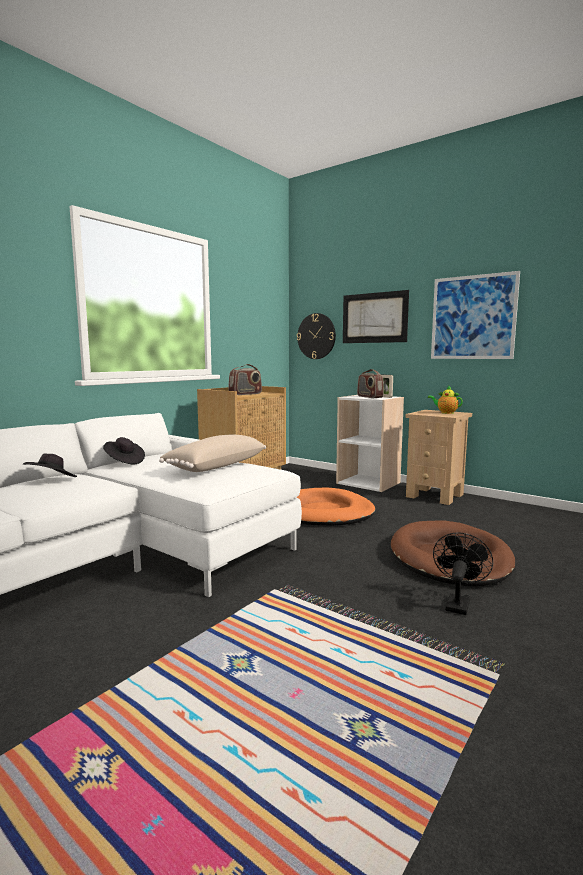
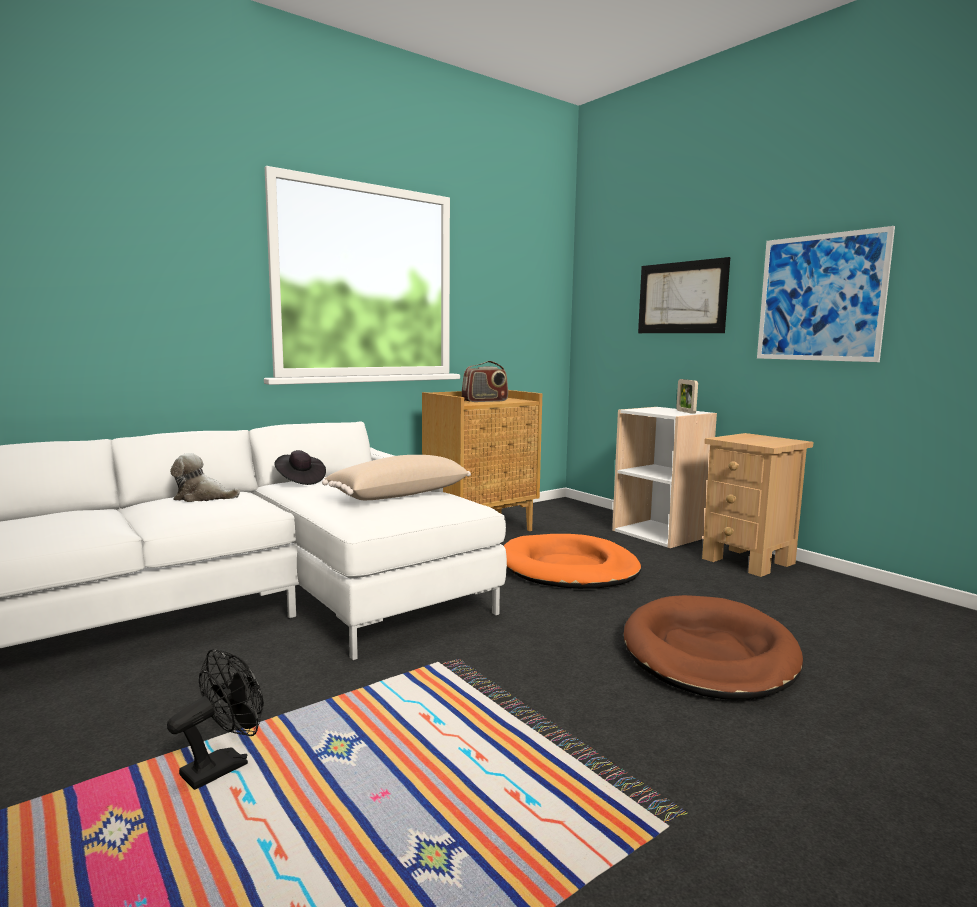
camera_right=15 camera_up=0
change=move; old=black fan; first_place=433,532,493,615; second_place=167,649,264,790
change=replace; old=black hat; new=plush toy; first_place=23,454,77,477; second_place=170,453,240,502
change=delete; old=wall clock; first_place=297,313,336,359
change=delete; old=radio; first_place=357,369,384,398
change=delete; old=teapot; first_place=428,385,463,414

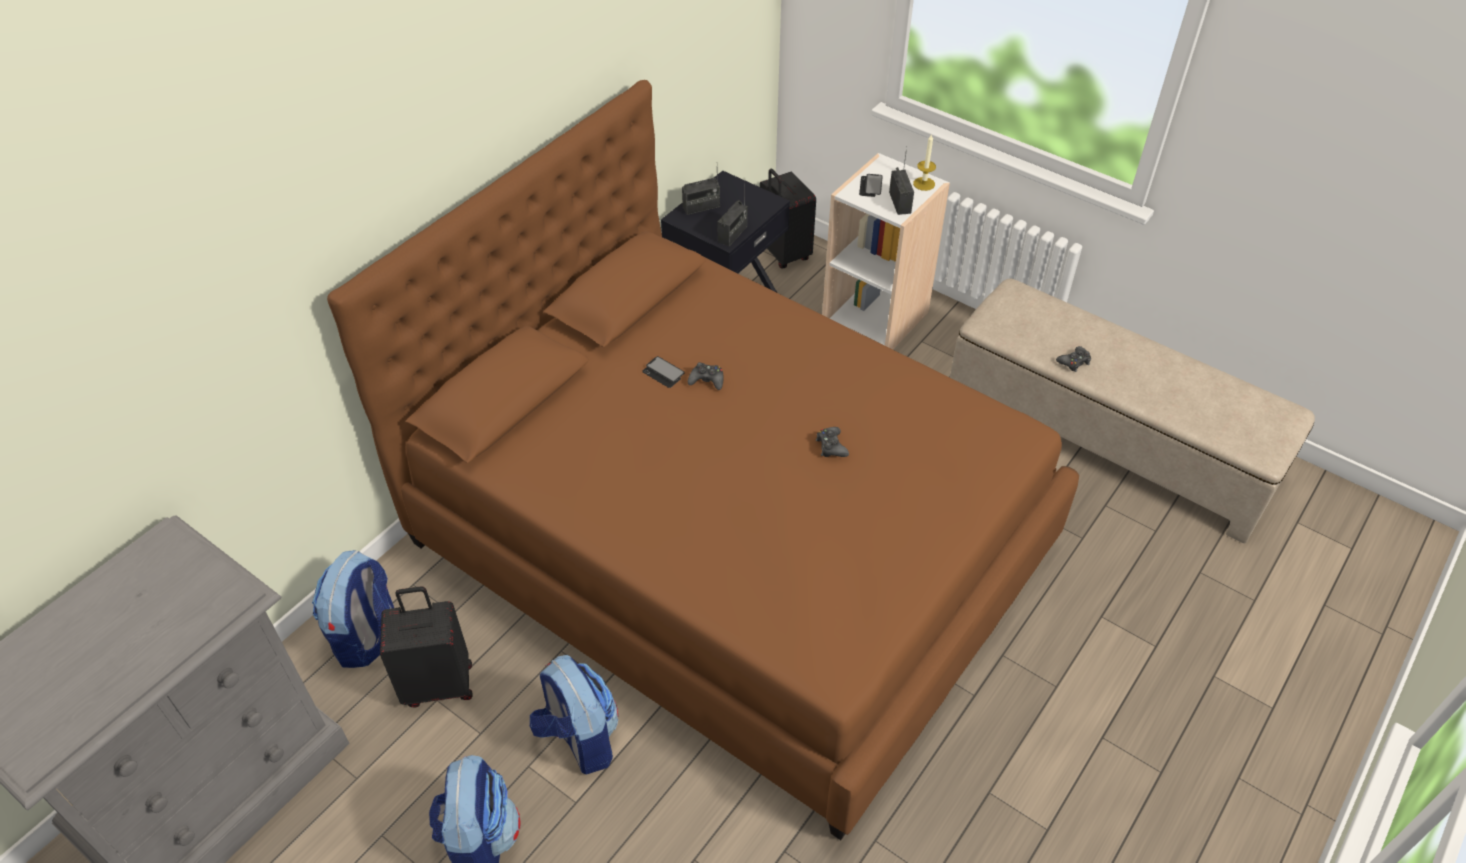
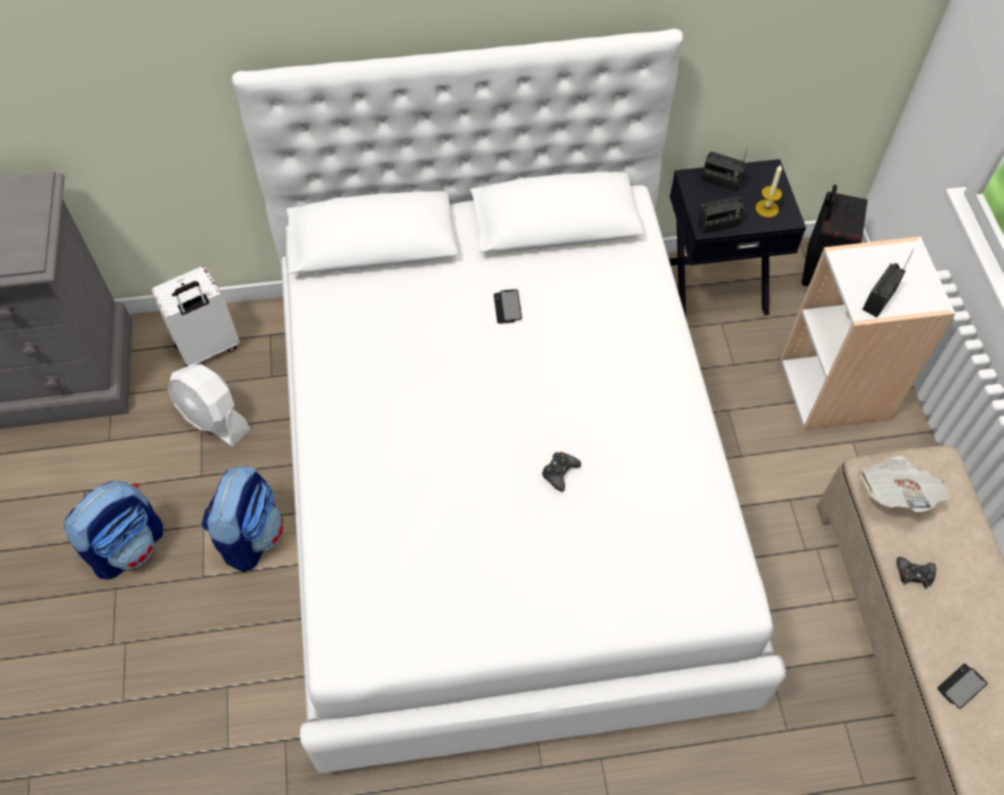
camera_right=45 camera_up=10
change=replace; old=backpack; new=white suitcase; first_place=312,550,394,668; second_place=151,266,240,367
change=replace; old=black suitcase; new=white fan; first_place=380,587,473,708; second_place=167,364,251,447
change=recolor; old=brown bed; new=white bed; first_place=327,80,1079,840; second_place=232,29,786,773
change=move; old=candle; first_place=913,134,936,191; second_place=756,165,782,218
change=insert; new=newspaper; second_place=860,456,949,512
change=move; old=phone; first_place=859,174,883,197; second_place=937,664,988,709
change=delete; old=black game controller; first_place=688,362,723,390

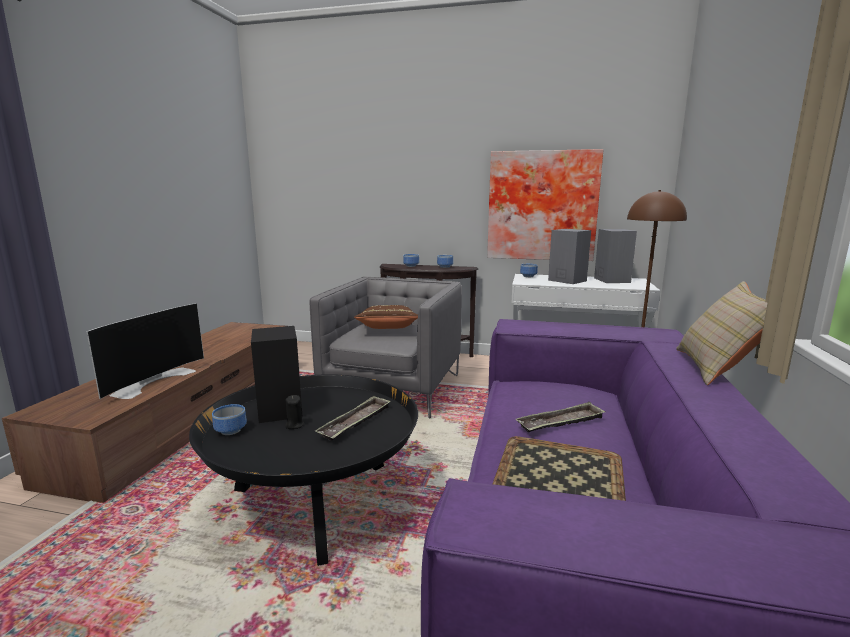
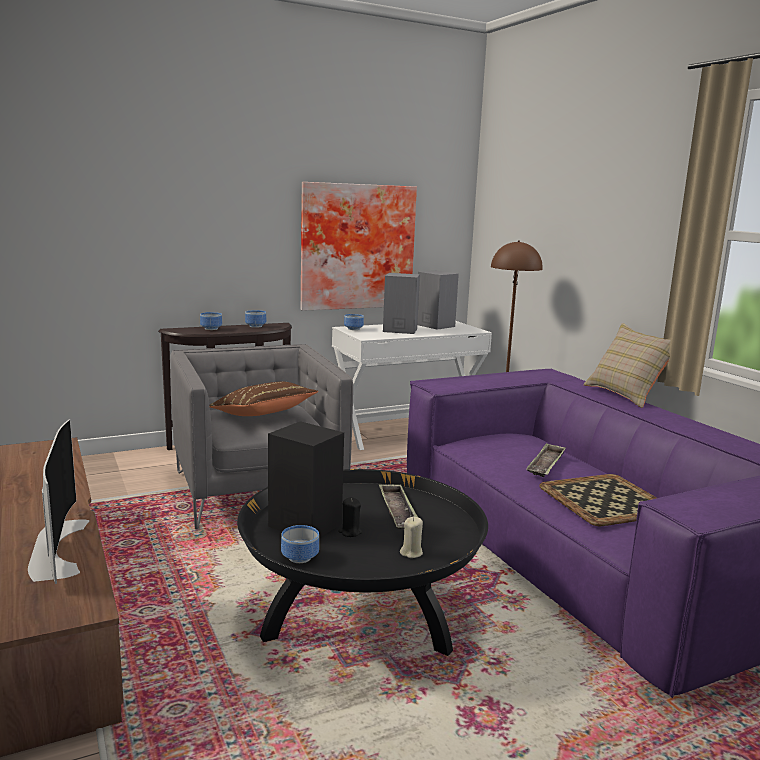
camera_right=-40 camera_up=0
change=insert; new=beige candle; second_place=400,517,423,558

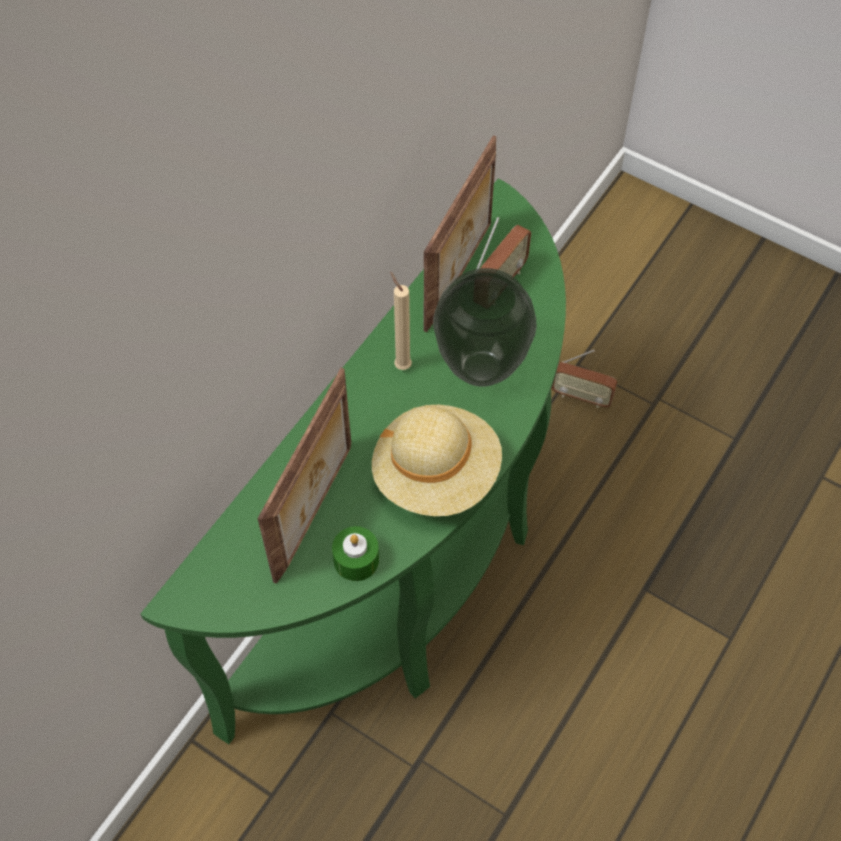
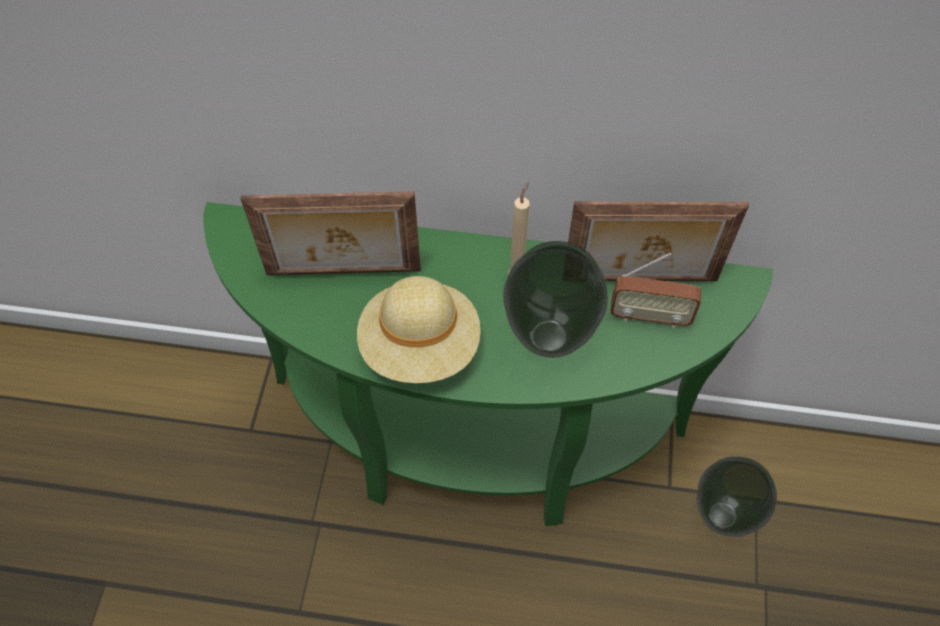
camera_right=65 camera_up=0
change=replace; old=radio; new=vase; first_place=552,350,617,408; second_place=696,456,777,537
change=delete; old=green candle; first_place=332,526,379,581

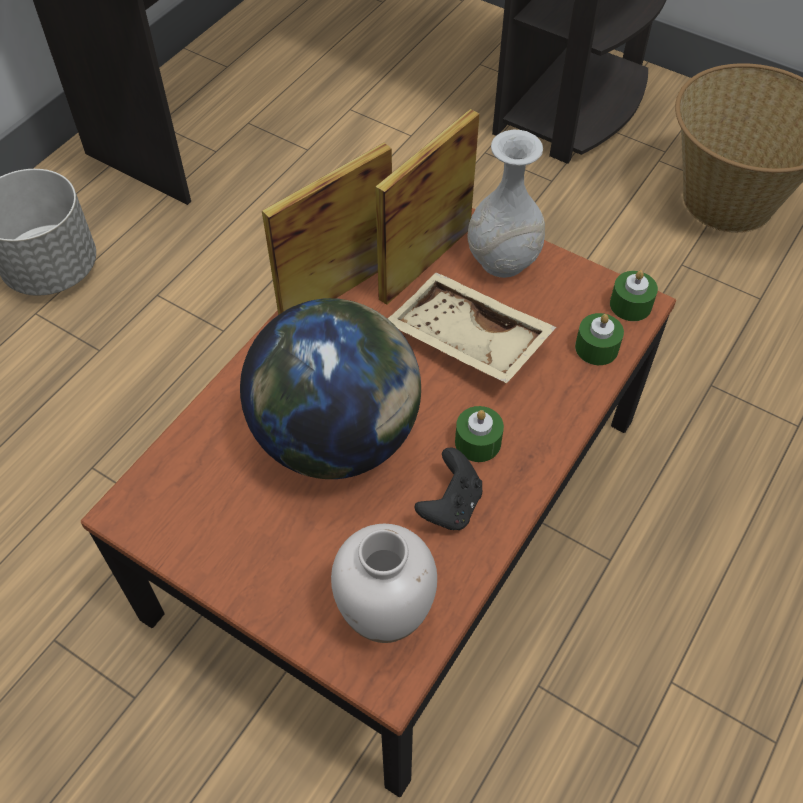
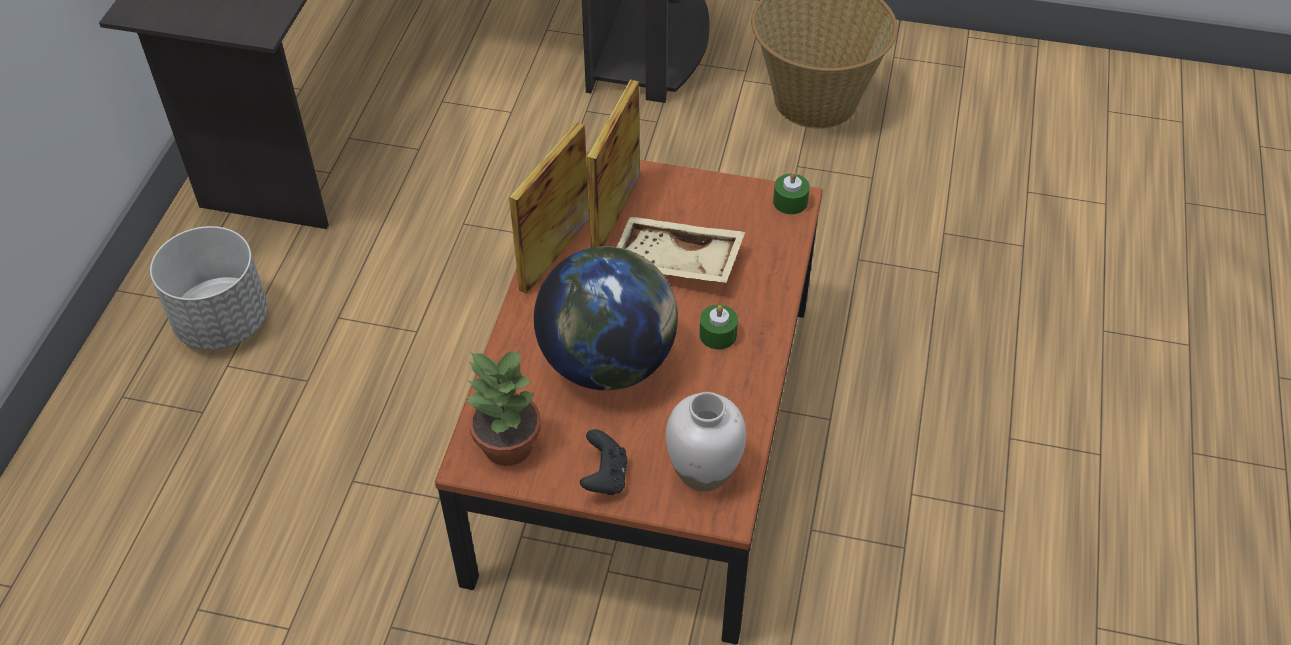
camera_right=-20 camera_up=-5
change=insert; new=potted plant; second_place=464,351,541,466
change=move; old=black game controller; first_place=415,448,482,530; second_place=580,429,628,495
change=delete; old=white vase; first_place=467,130,545,278
change=delete; old=green candle; first_place=575,313,624,365

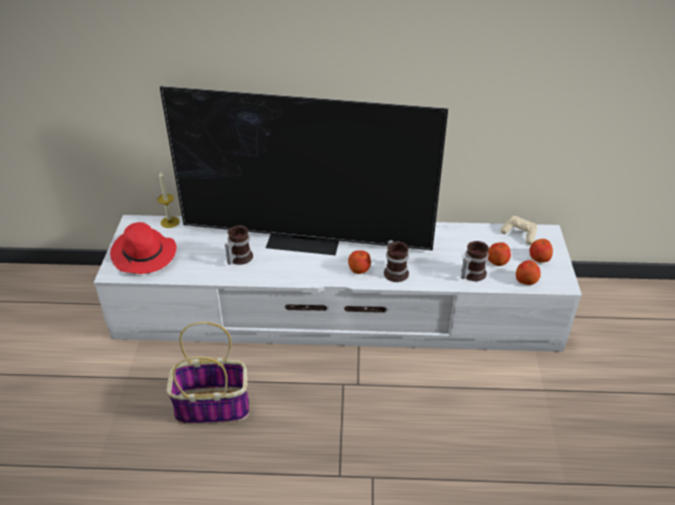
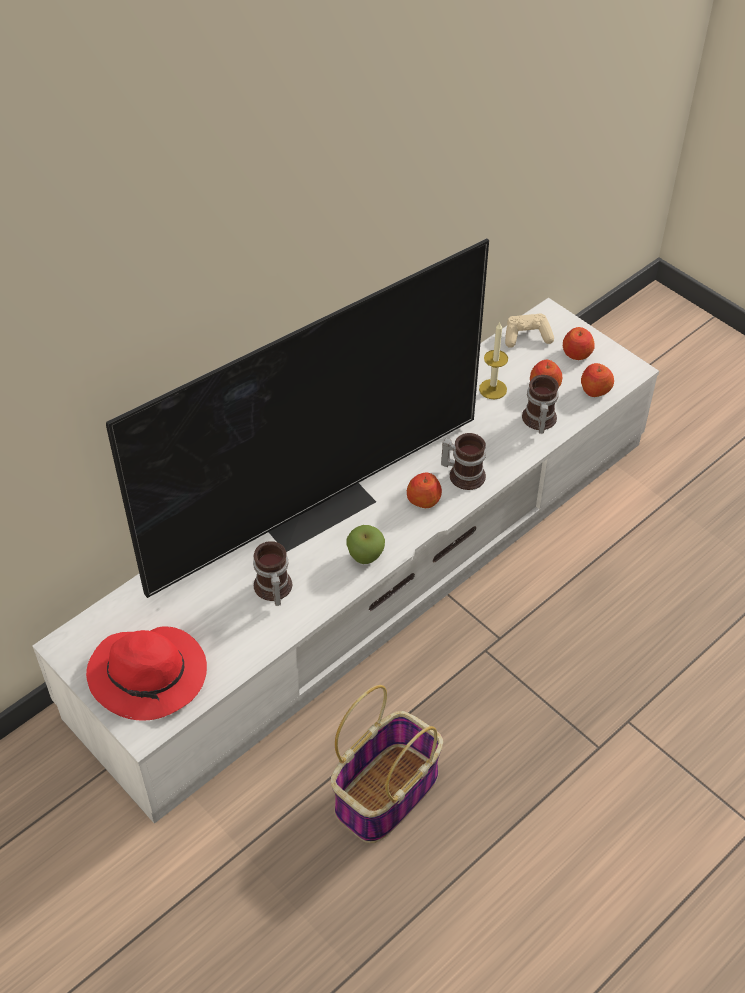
camera_right=-45 camera_up=10
change=insert; new=apple; second_place=346,525,385,564
change=move; old=candle; first_place=157,171,180,228; second_place=479,322,508,399

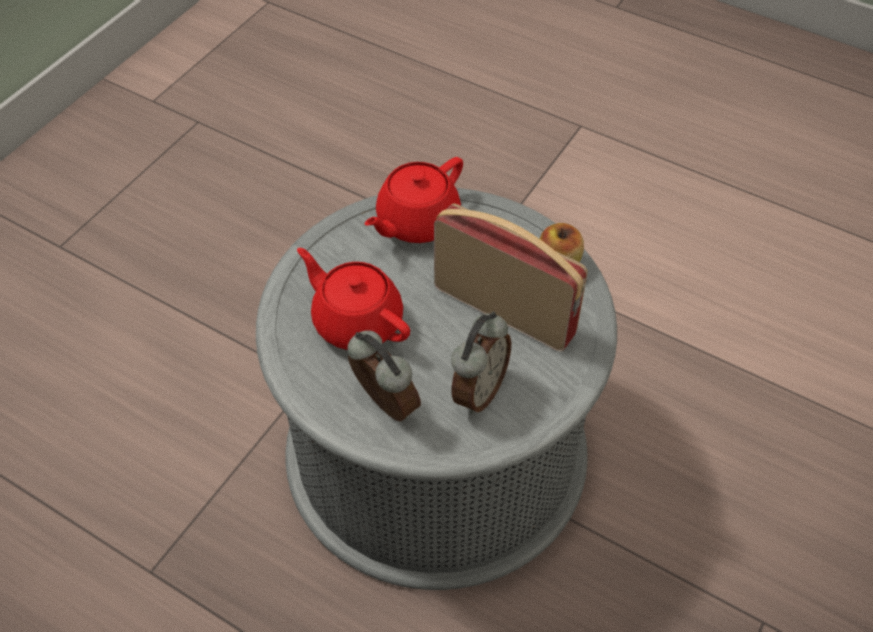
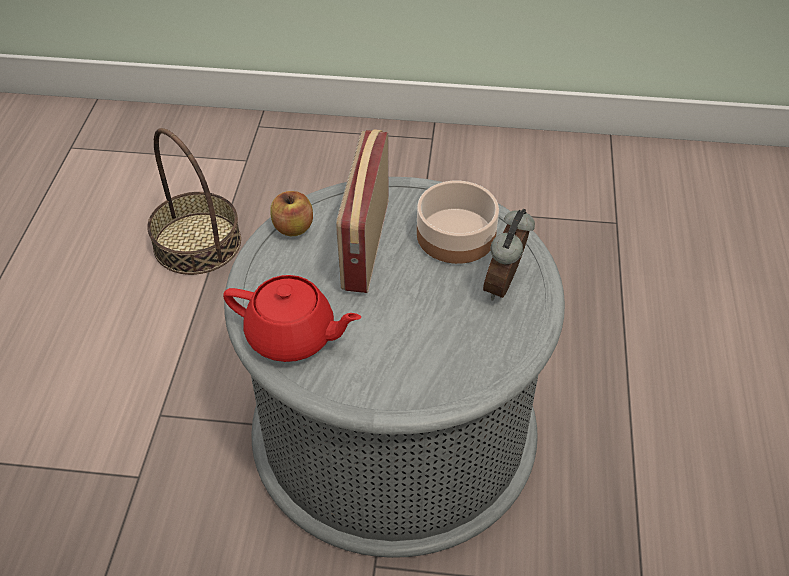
camera_right=-115 camera_up=-5
change=insert; new=basket; second_place=147,128,241,275
change=replace; old=alarm clock; new=bowl; first_place=451,312,511,414; second_place=417,181,499,264
change=delete; old=red teapot; first_place=297,248,410,350

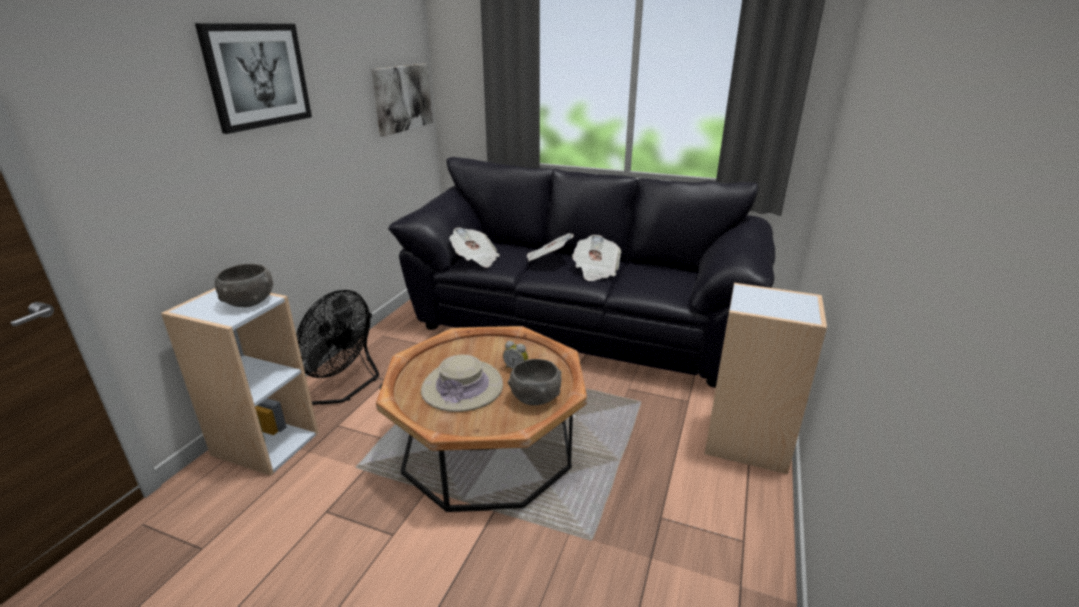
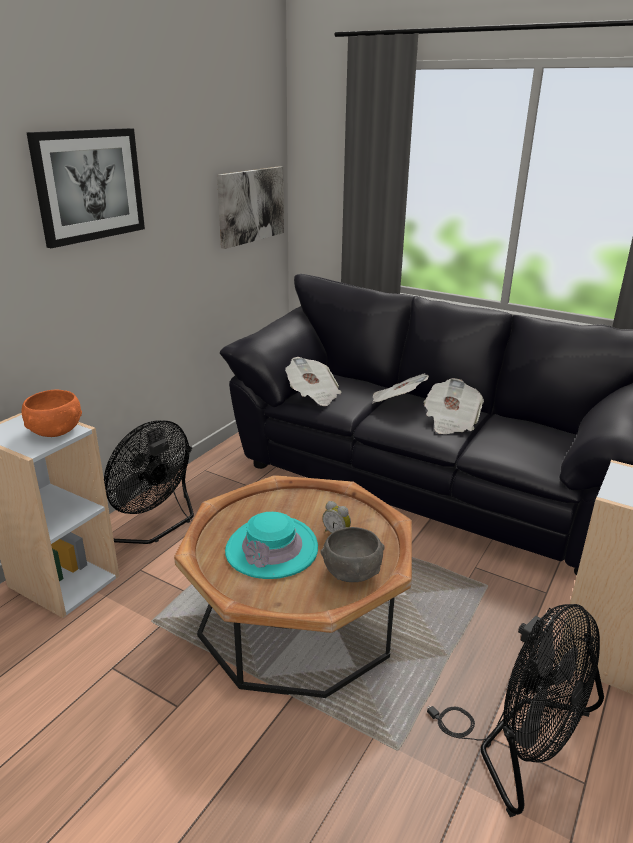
camera_right=10 camera_up=0
change=recolor; old=grey bowl; new=orange bowl; first_place=215,264,273,307; second_place=22,390,82,437
change=recolor; old=beige hat; new=turquoise hat; first_place=421,355,503,412; second_place=225,512,318,579
change=insert; new=black fan; second_place=427,604,604,817

